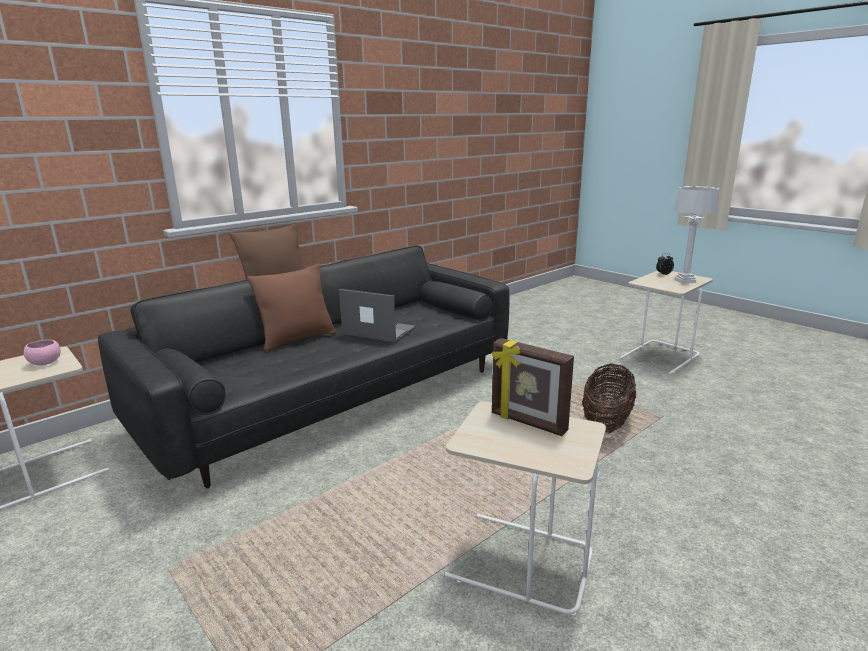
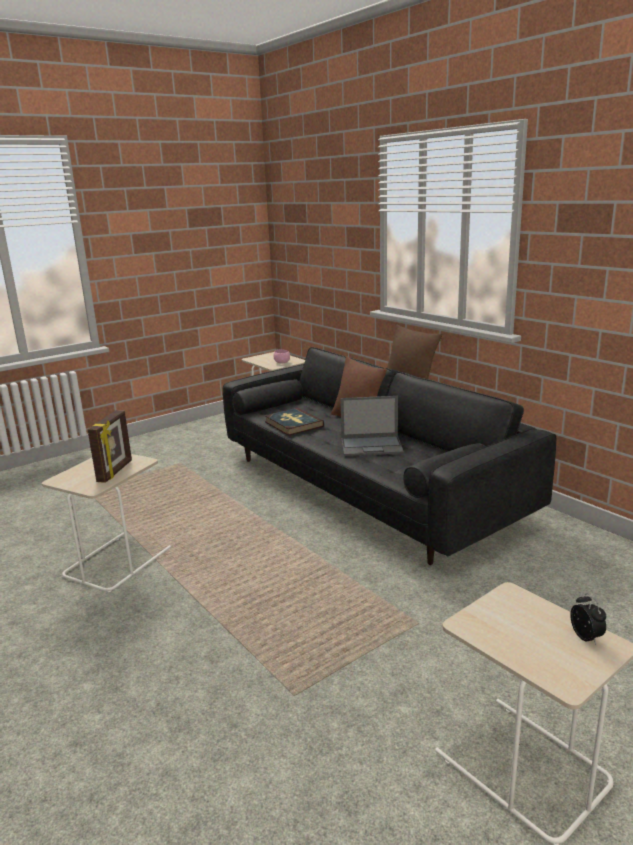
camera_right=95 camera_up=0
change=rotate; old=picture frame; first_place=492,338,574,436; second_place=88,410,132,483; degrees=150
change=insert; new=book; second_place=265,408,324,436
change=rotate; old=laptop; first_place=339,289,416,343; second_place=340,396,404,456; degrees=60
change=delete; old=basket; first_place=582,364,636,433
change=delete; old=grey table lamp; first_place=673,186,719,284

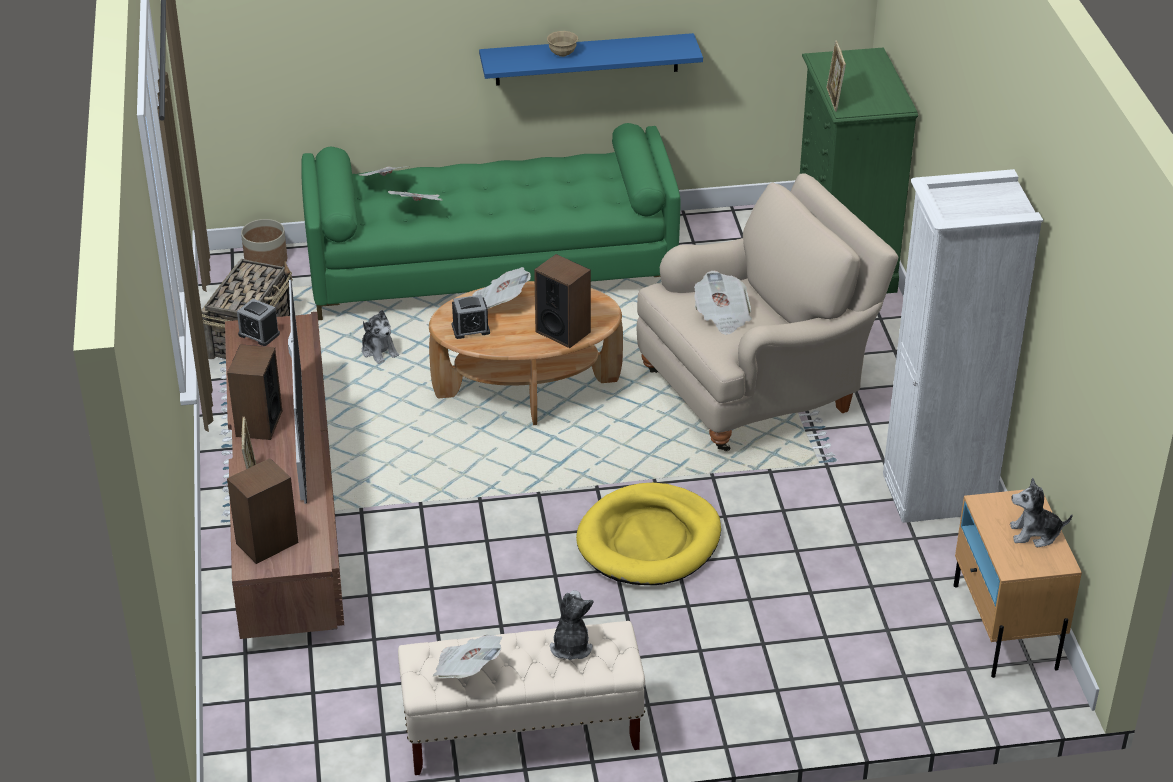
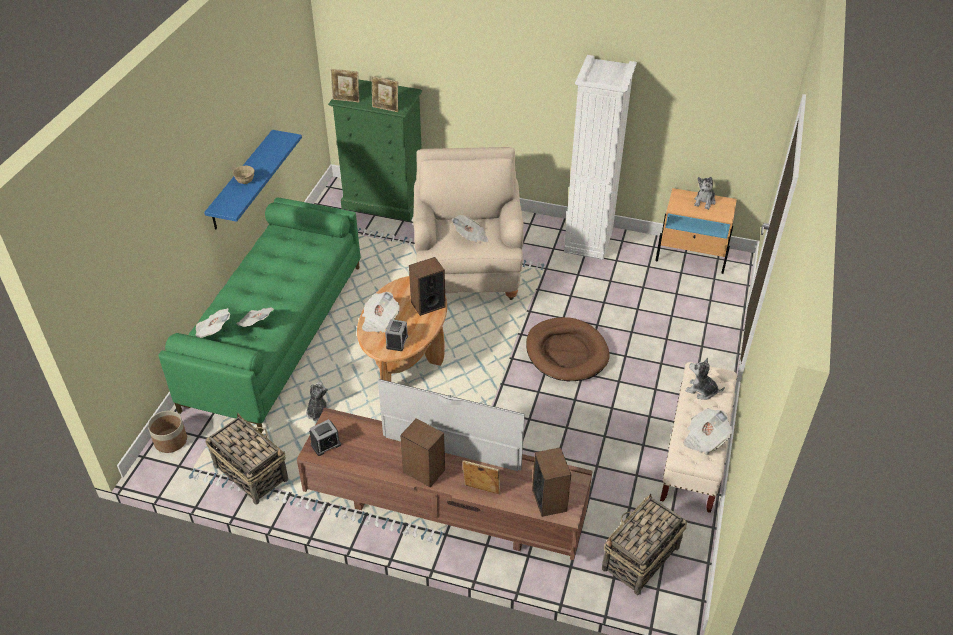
camera_right=-65 camera_up=5
change=rotate; old=plush toy; first_place=362,310,399,364; second_place=306,382,329,421; degrees=-75
change=insert; new=picture frame; second_place=331,69,359,102
change=recolor; old=yellow dog bed; new=brown dog bed; first_place=576,483,721,585; second_place=526,317,609,381
change=insert; new=basket; second_place=602,494,687,595

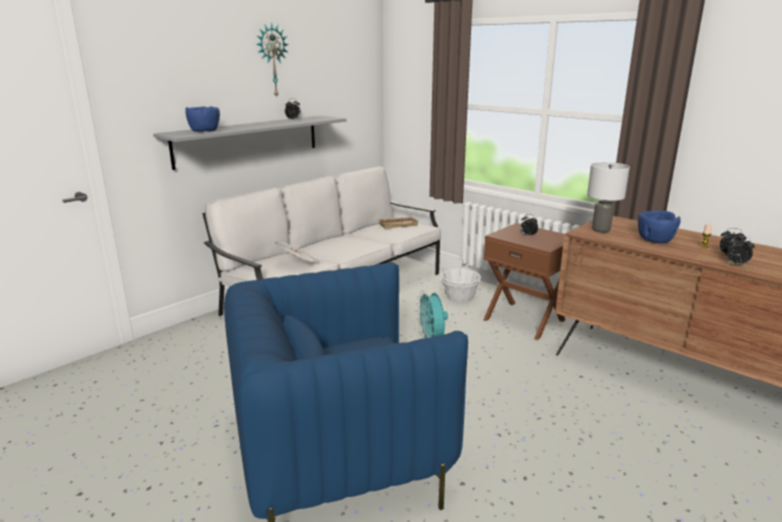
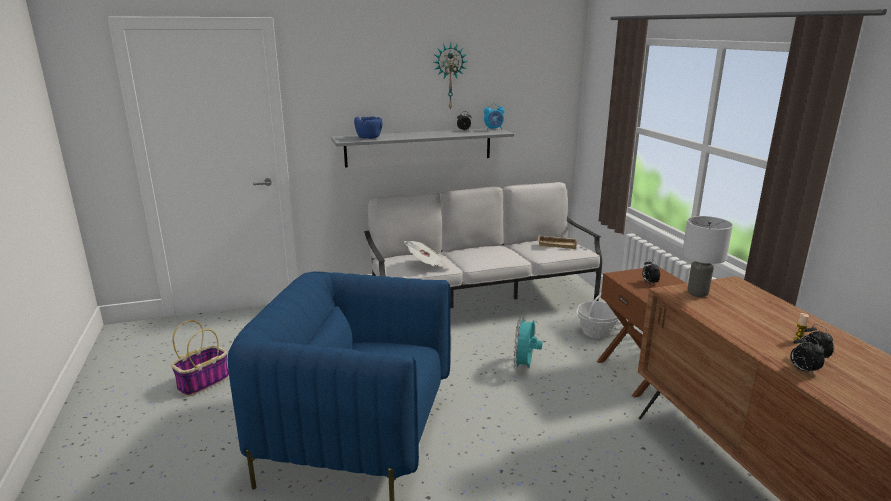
camera_right=30 camera_up=0
change=insert; new=basket; second_place=171,320,229,396
change=insert; new=alarm clock; second_place=484,103,504,130
change=delete; old=blue bowl; first_place=638,210,681,243

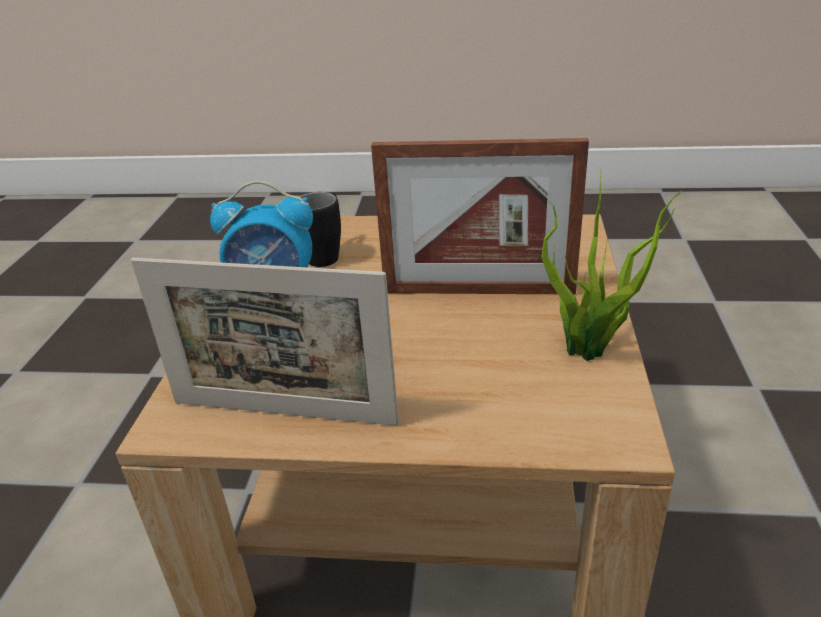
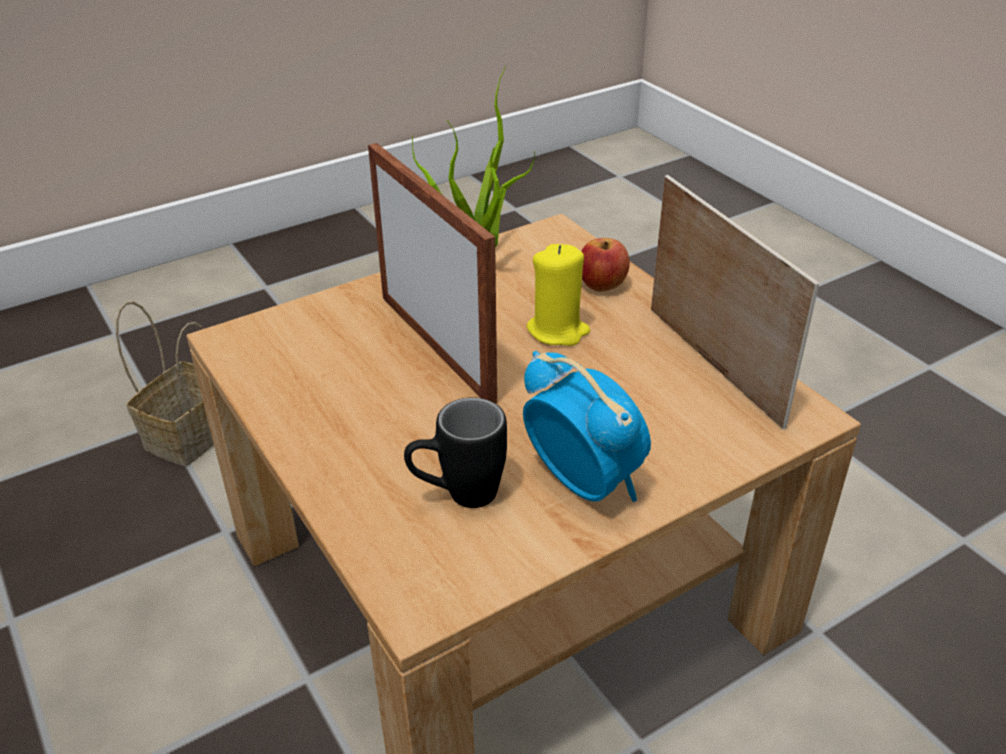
camera_right=-130 camera_up=5
change=insert; new=basket; second_place=116,301,214,466
change=insert; new=yellow candle; second_place=526,244,590,346
change=insert; new=apple; second_place=581,238,630,292

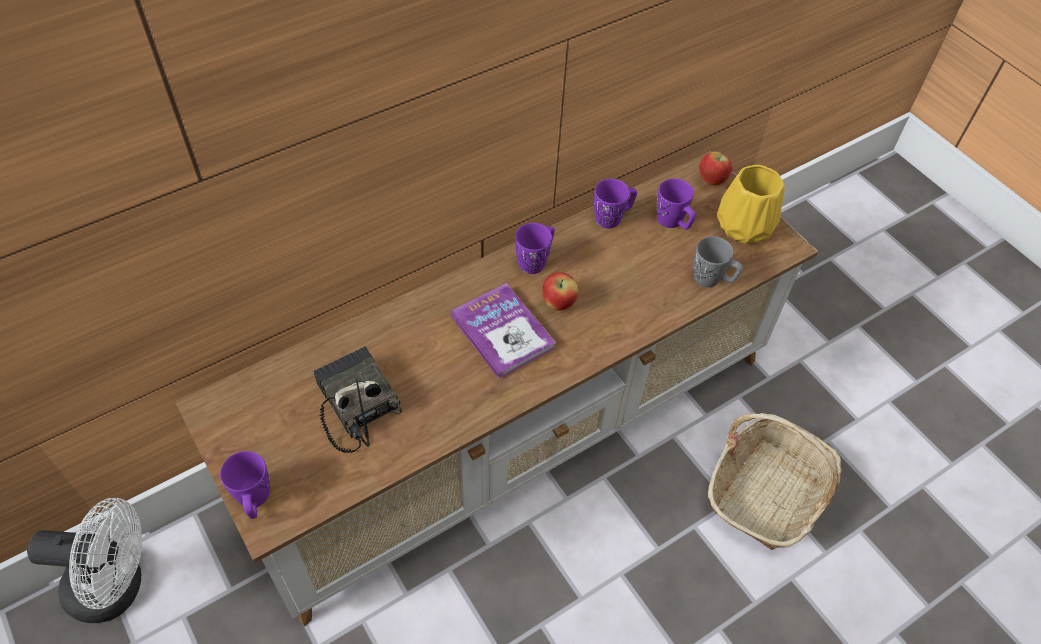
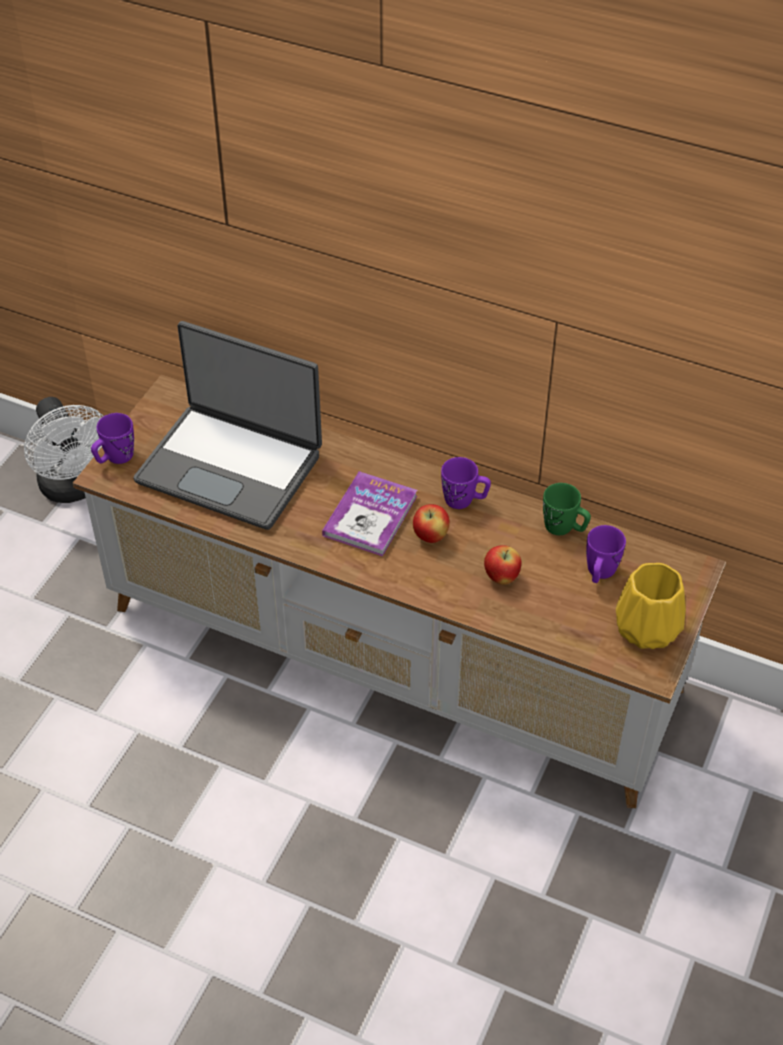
camera_right=60 camera_up=-5
change=replace; old=radio; new=laptop; first_place=313,346,402,453; second_place=133,321,322,530
change=move; old=apple; first_place=699,151,732,186; second_place=484,545,521,585
change=recolor; old=purple mug; new=green mug; first_place=594,179,637,228; second_place=543,483,591,535
change=delete; old=grey mug; first_place=693,236,743,287
change=delete; old=basket; first_place=708,413,842,550

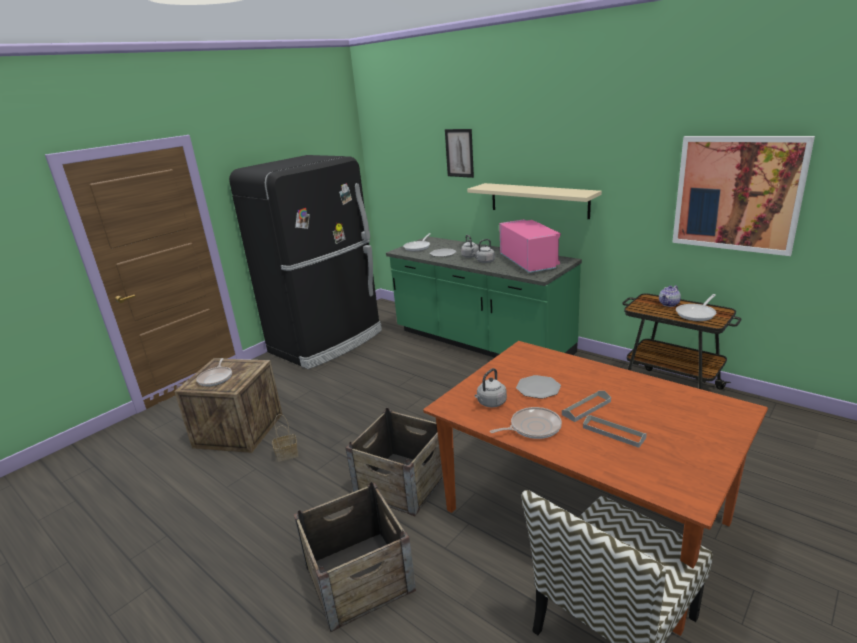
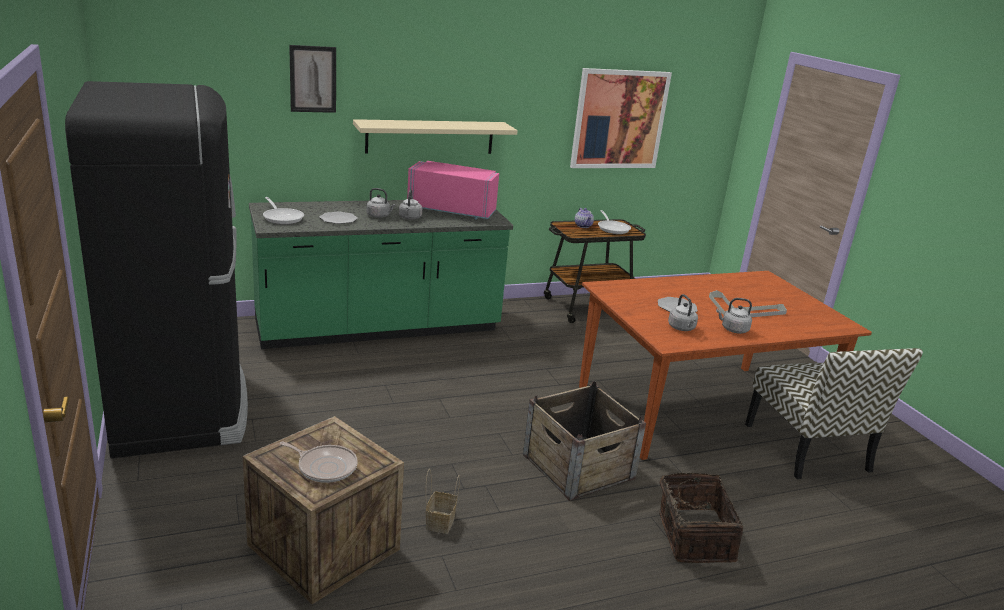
camera_right=-65 camera_up=0
change=replace; old=crate; new=basket; first_place=294,482,416,632; second_place=659,472,743,563
change=replace; old=frying pan; new=grey kettle; first_place=490,407,562,439; second_place=716,298,752,334

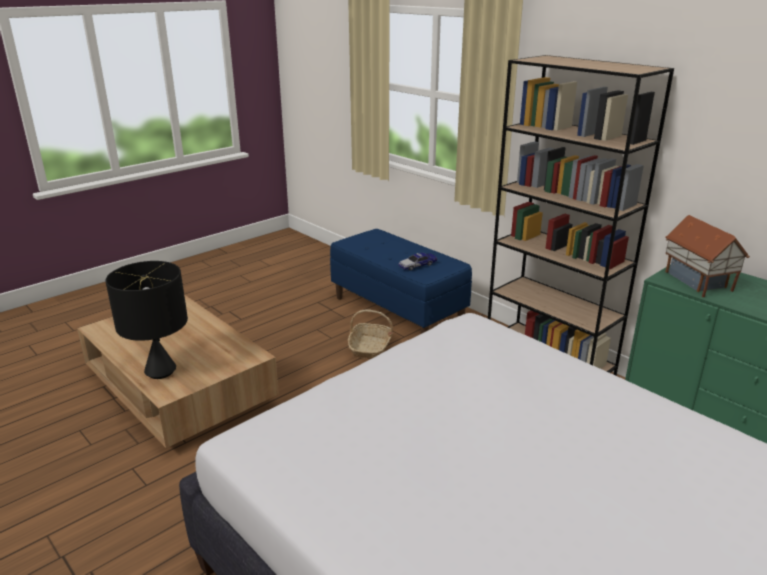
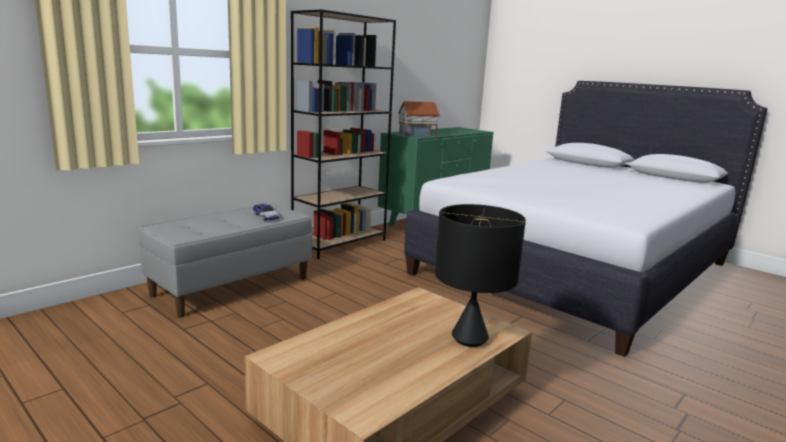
camera_right=-95 camera_up=-10
change=recolor; old=blue bench; new=grey bench; first_place=330,229,472,334; second_place=139,204,312,318
change=delete; old=basket; first_place=348,309,393,359

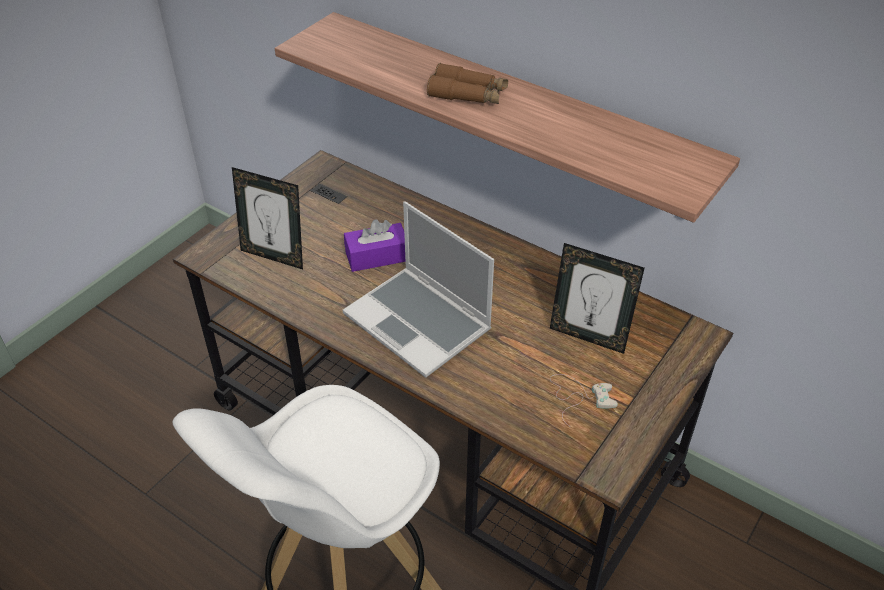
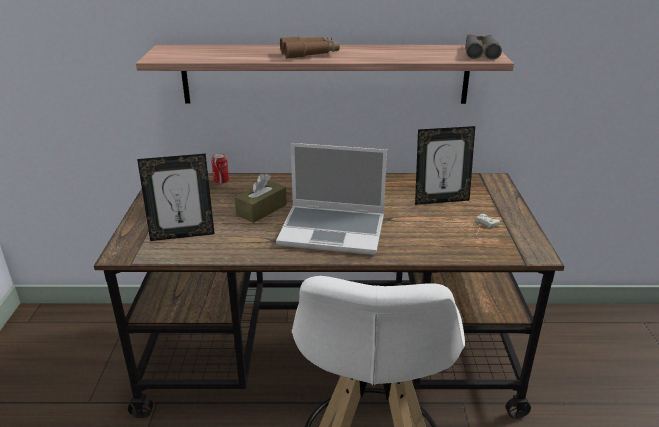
camera_right=-35 camera_up=-15
change=insert; new=can; second_place=211,153,229,184
change=recolor; old=purple tissue box; new=brown tissue box; first_place=344,219,405,272; second_place=234,174,287,223
change=insert; new=grey binoculars; second_place=465,34,502,60

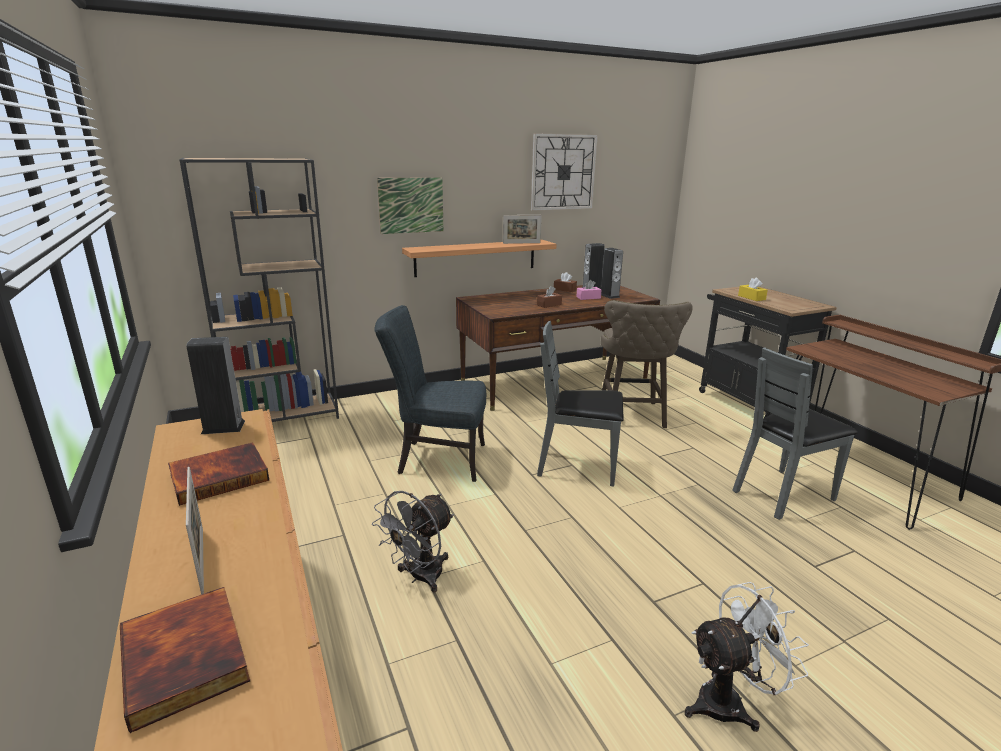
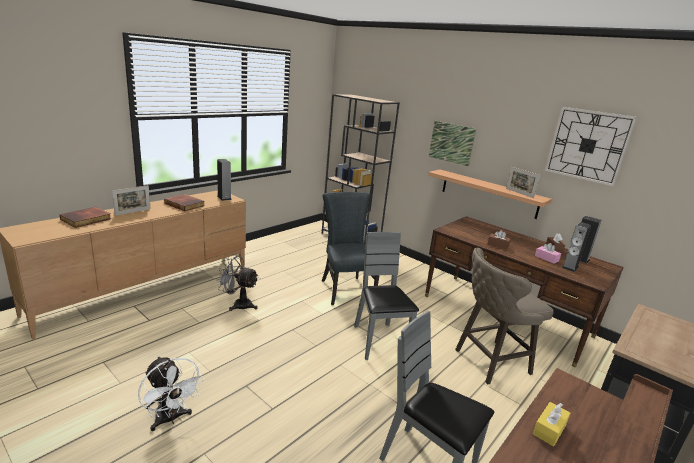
camera_right=65 camera_up=0
change=move; old=yellow tissue box; first_place=738,278,768,301; second_place=533,402,570,447

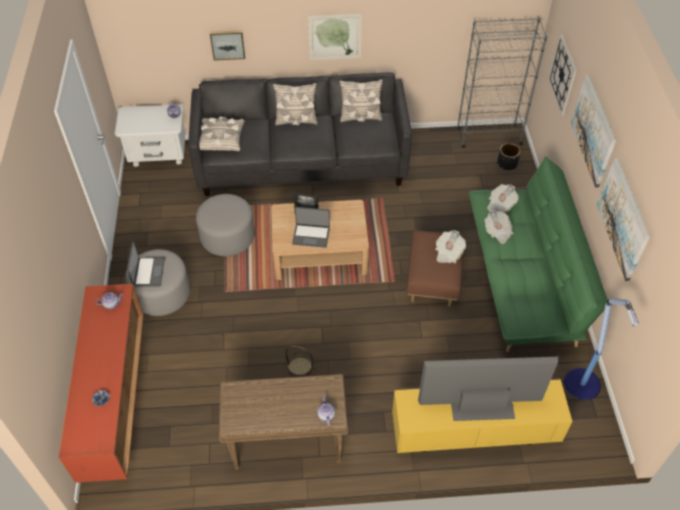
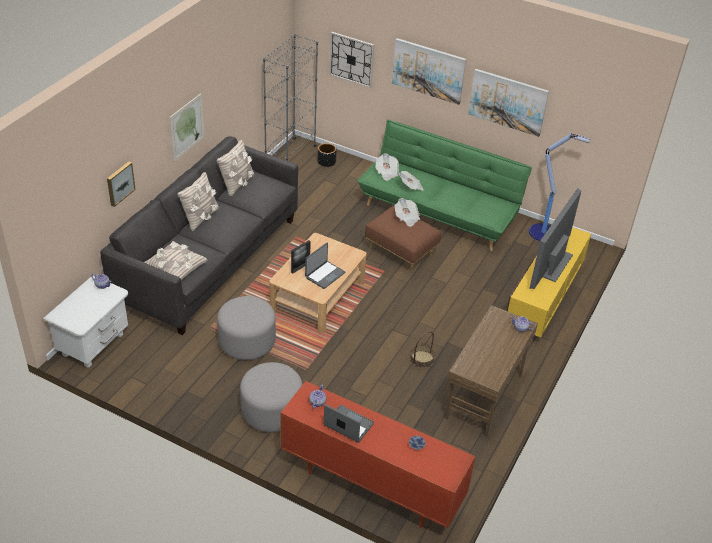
camera_right=-60 camera_up=-10
change=move; old=laptop; first_place=127,241,165,287; second_place=324,404,374,443

